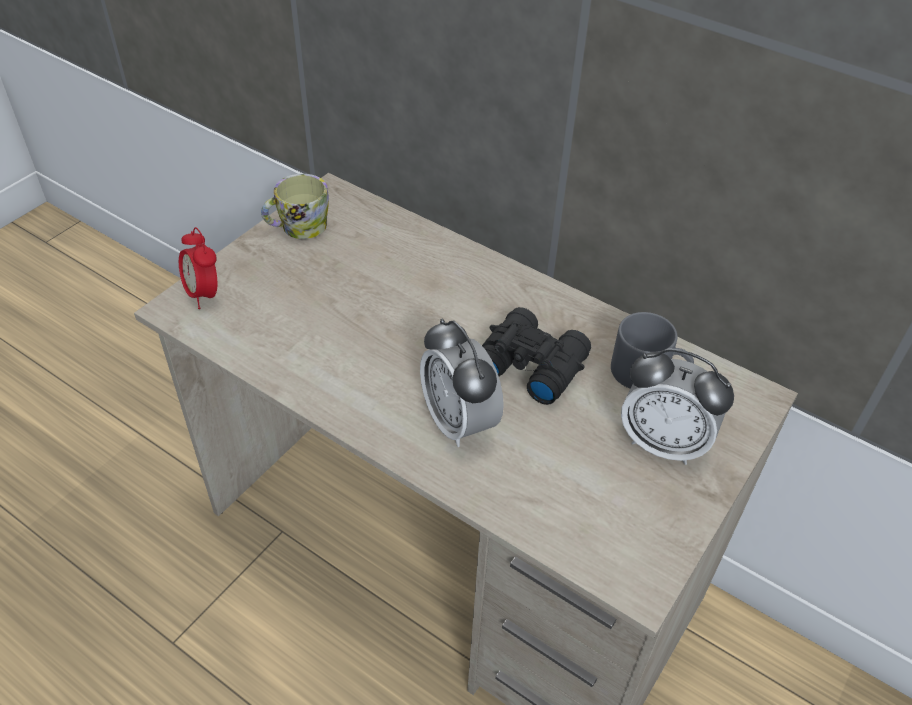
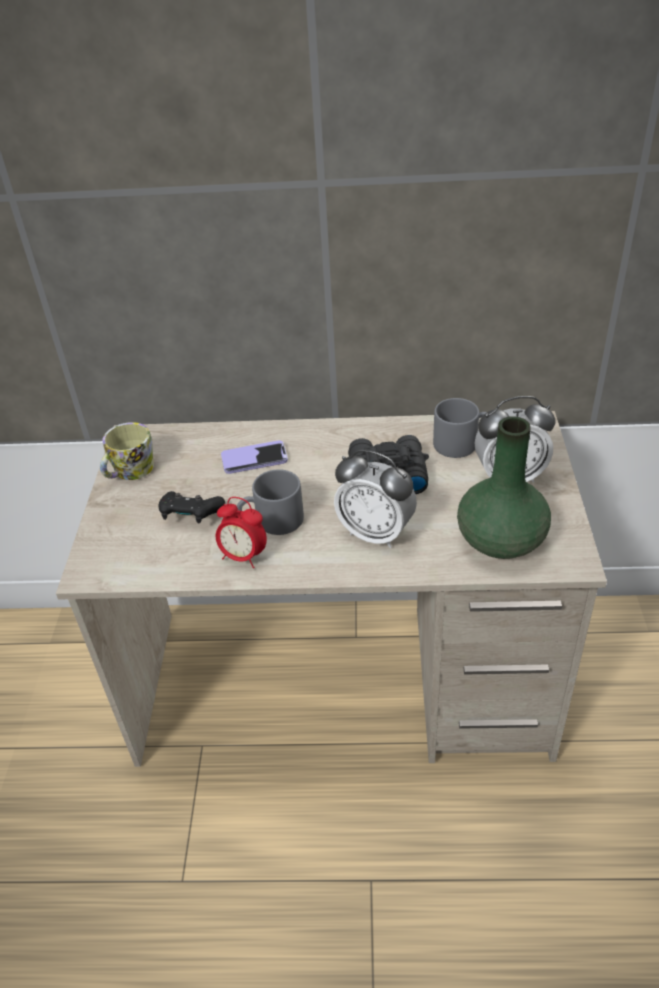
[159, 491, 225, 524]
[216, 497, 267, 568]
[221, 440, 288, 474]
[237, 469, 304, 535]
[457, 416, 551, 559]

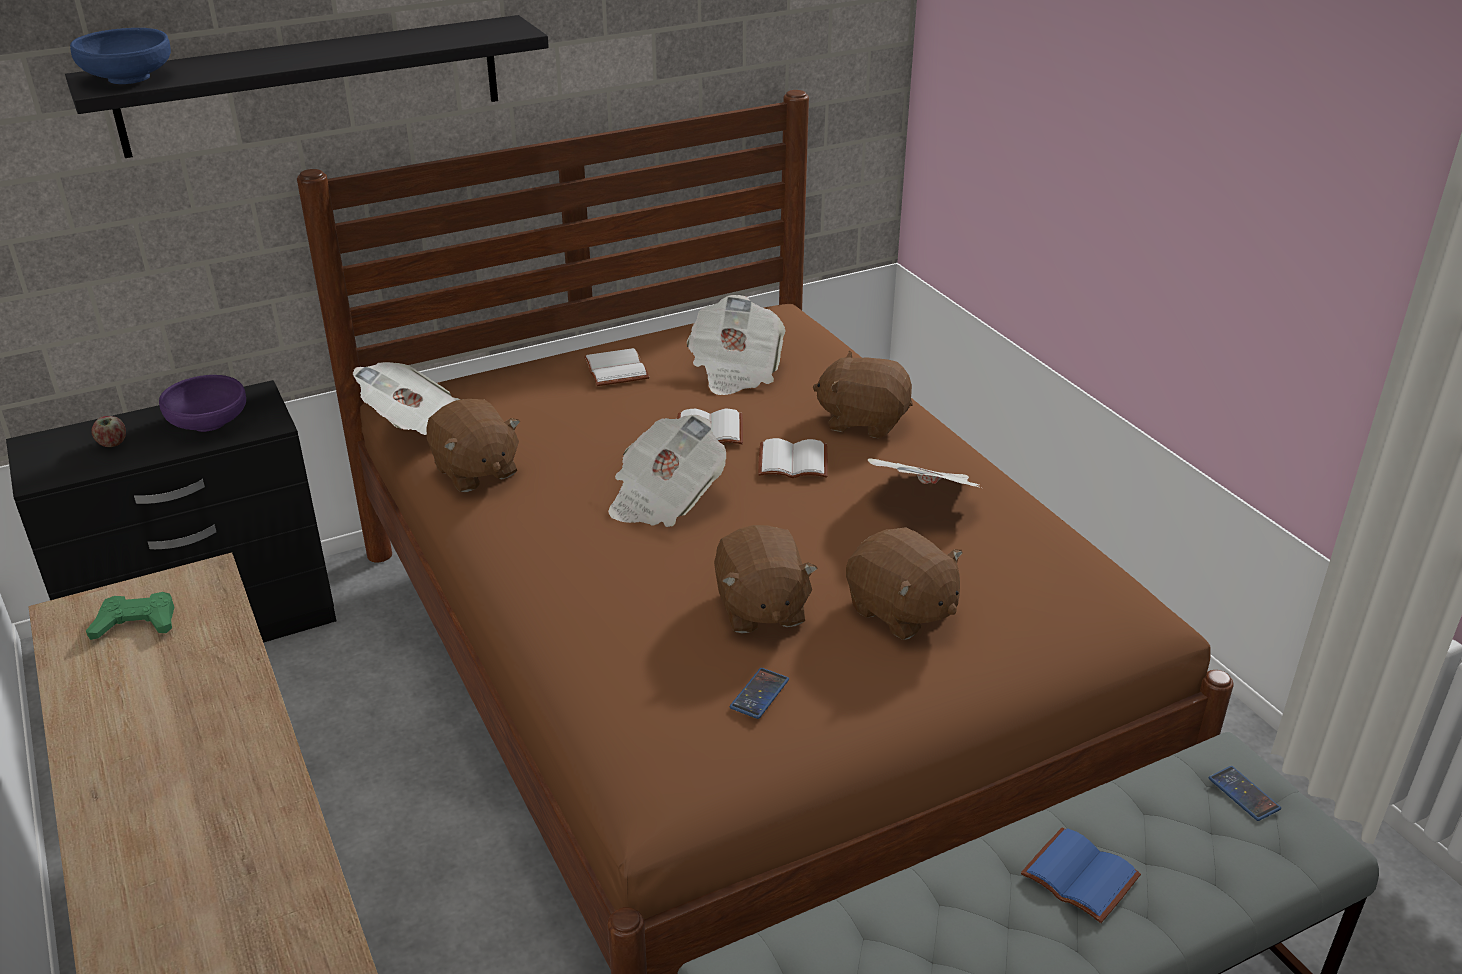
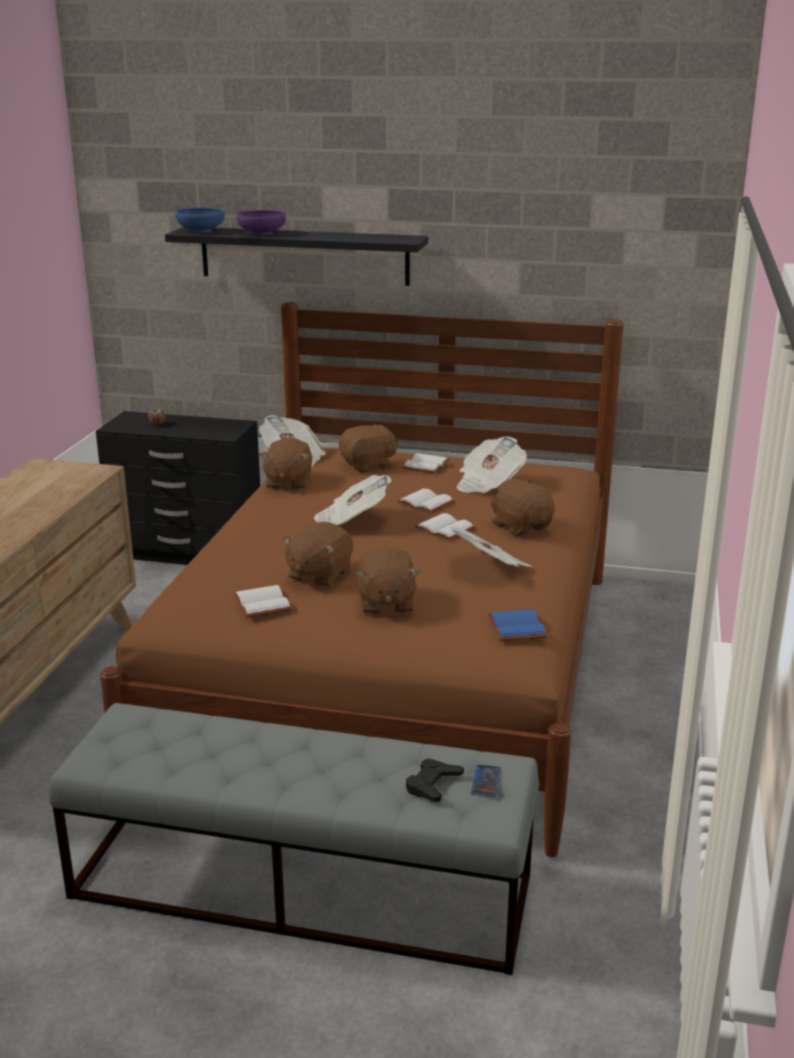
[234, 585, 292, 617]
[236, 210, 286, 236]
[339, 424, 399, 473]
[406, 758, 464, 802]
[488, 609, 548, 641]
[86, 592, 174, 640] (first image)

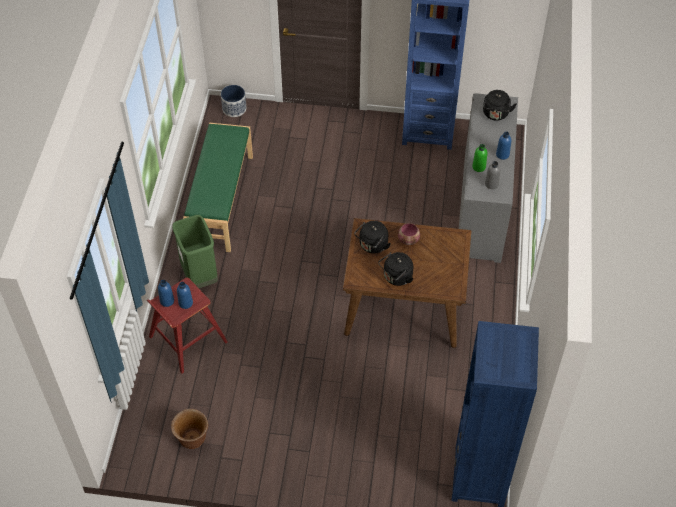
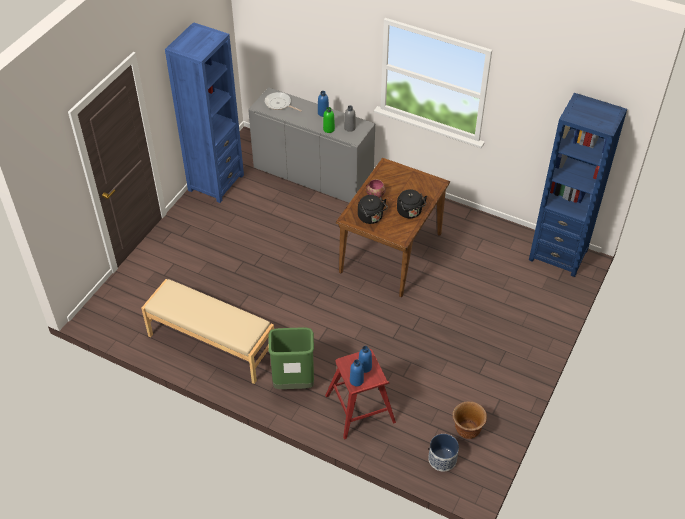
[141, 279, 274, 384]
[265, 92, 302, 111]
[428, 434, 459, 472]

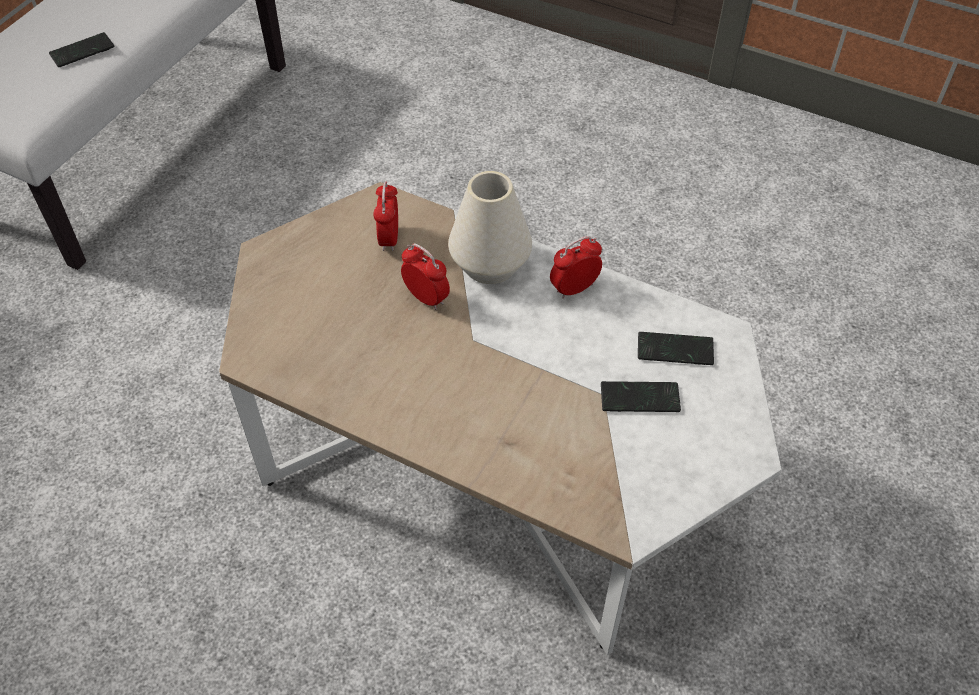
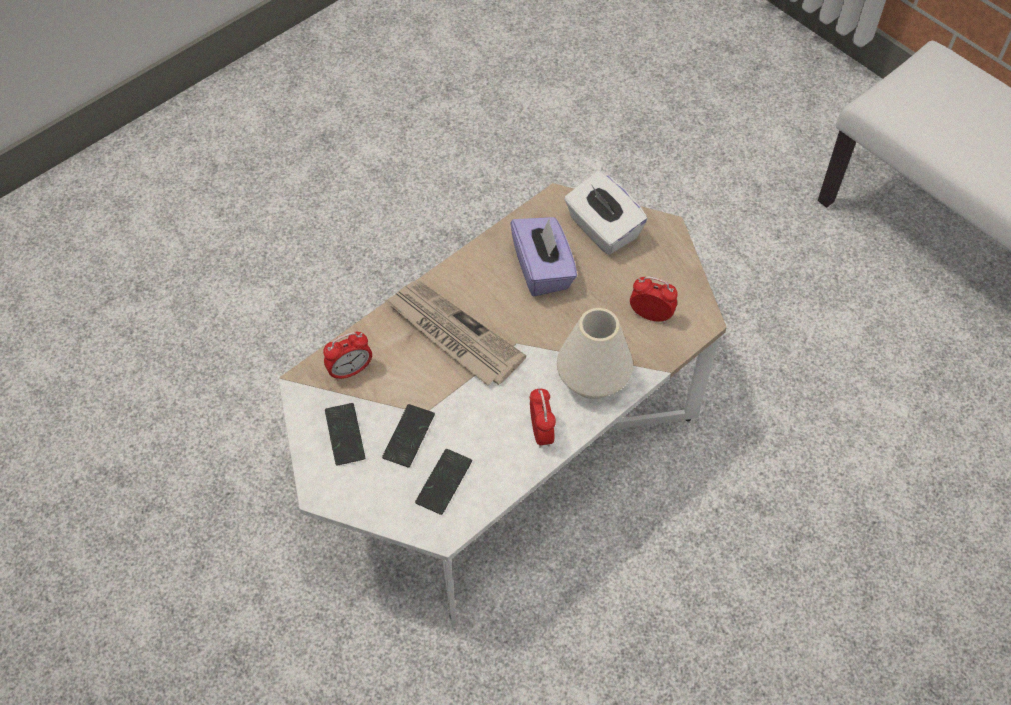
[323, 332, 372, 381]
[325, 403, 365, 466]
[385, 281, 526, 386]
[510, 217, 577, 297]
[564, 171, 648, 255]

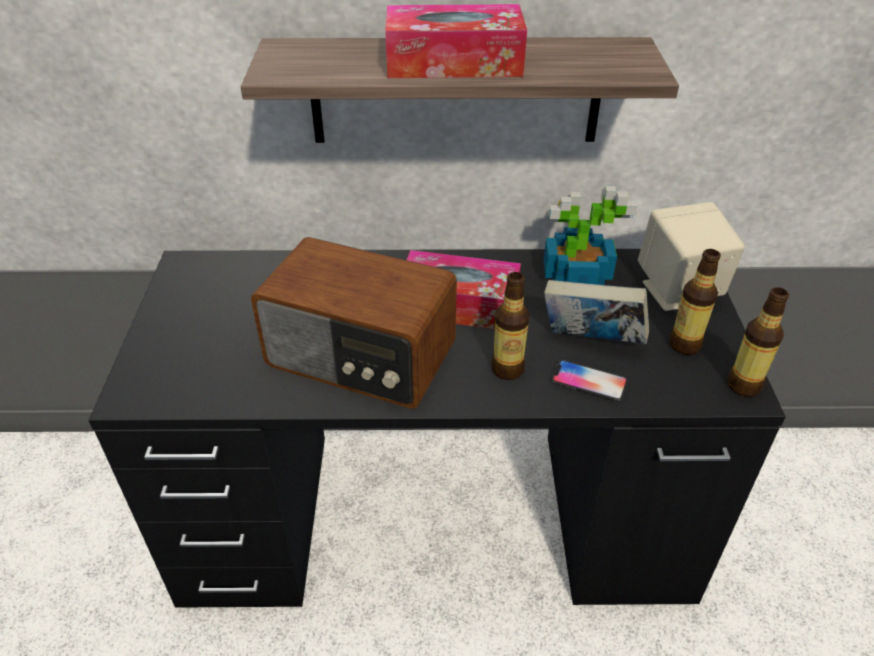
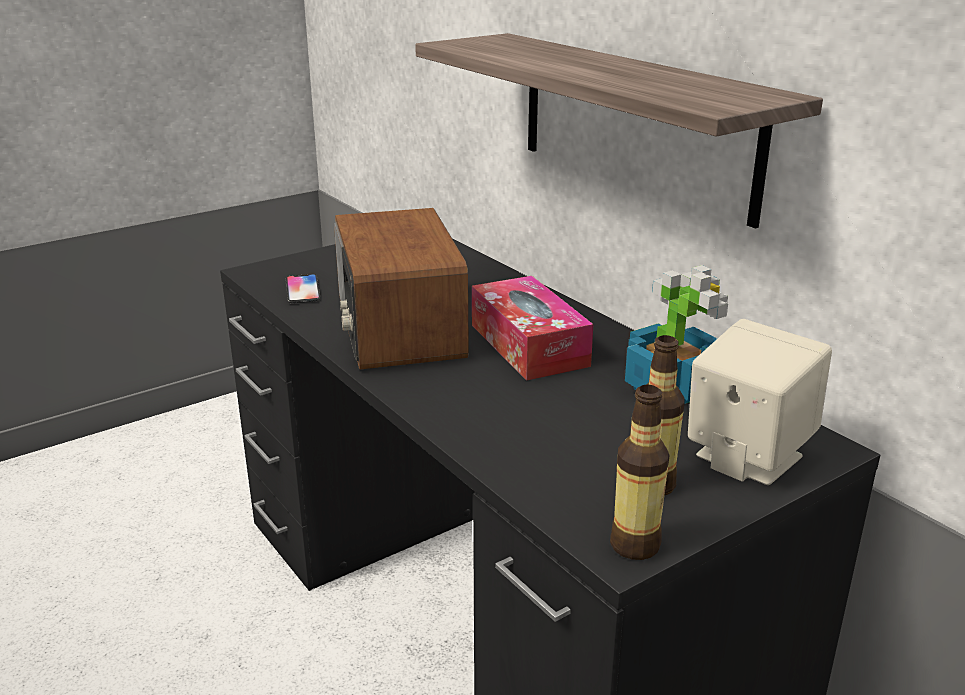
[286, 274, 321, 303]
[385, 4, 527, 78] (first image)
[491, 272, 530, 380] (first image)
[544, 280, 649, 344] (first image)

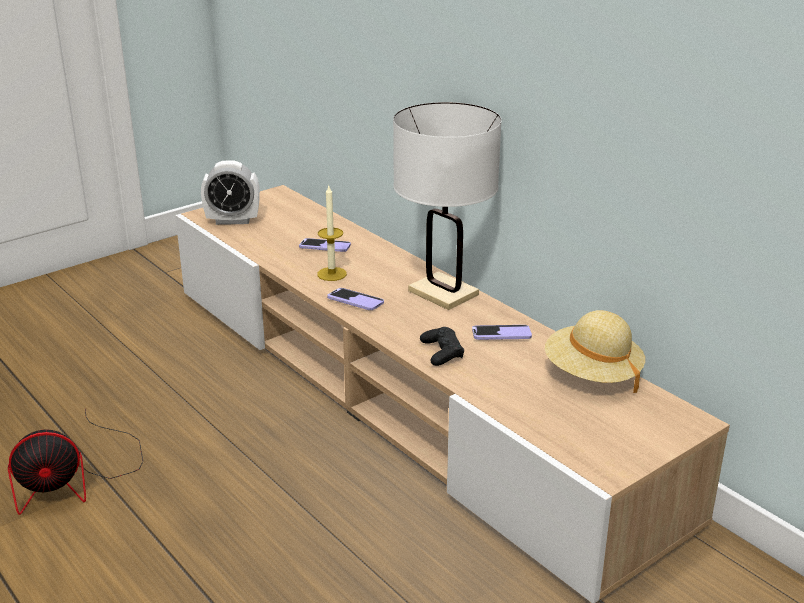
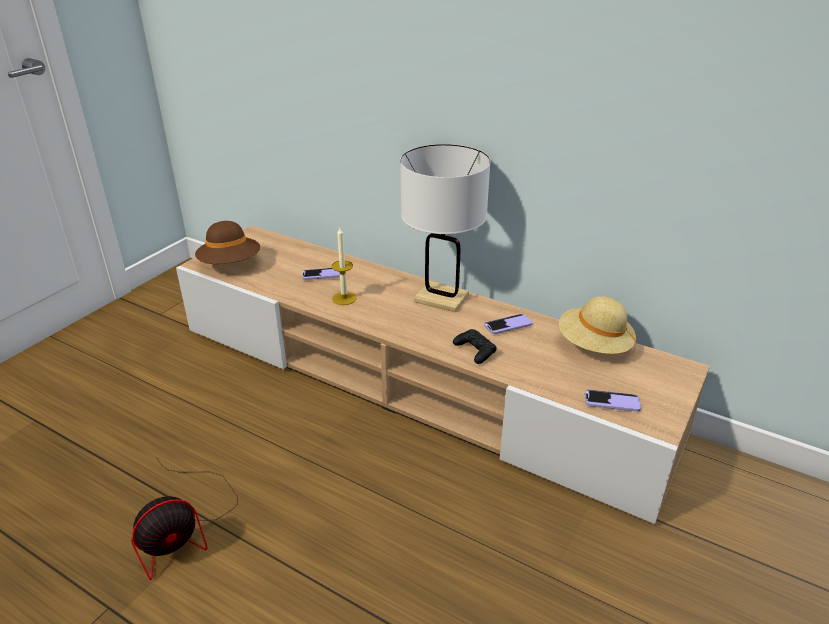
[195, 221, 260, 264]
[585, 389, 641, 412]

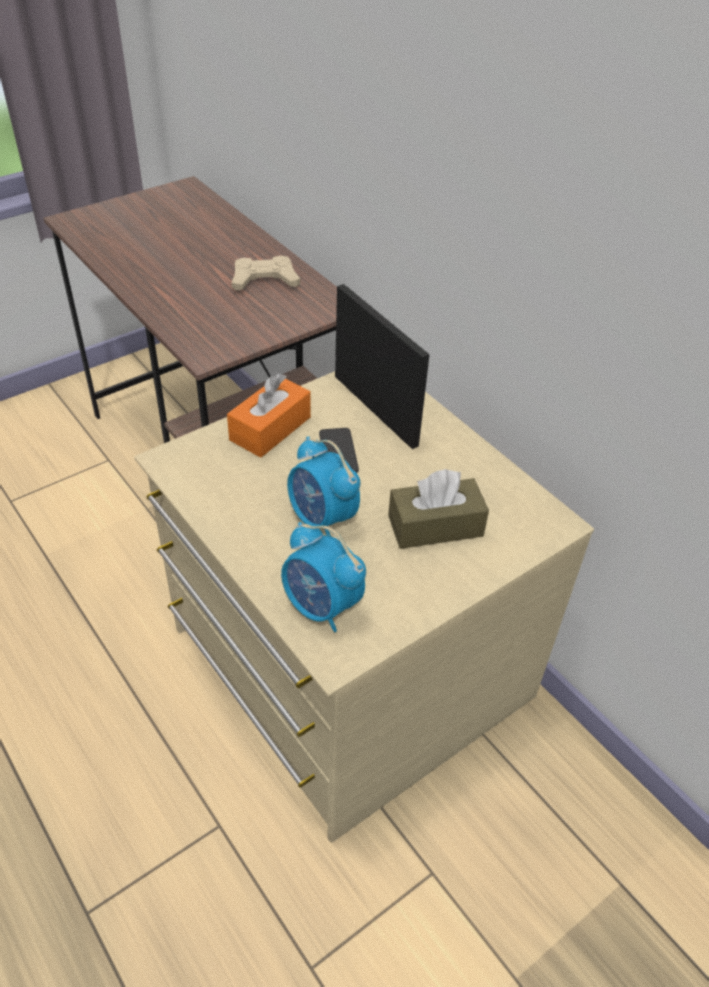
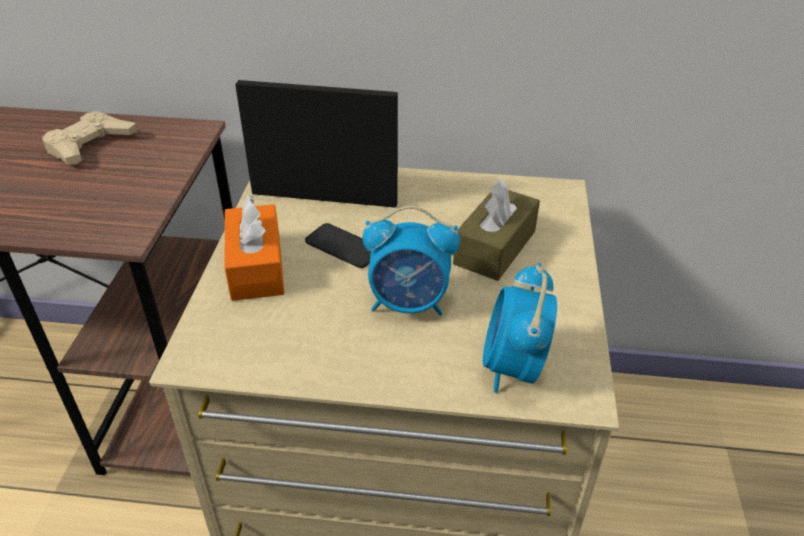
[483, 263, 557, 393]

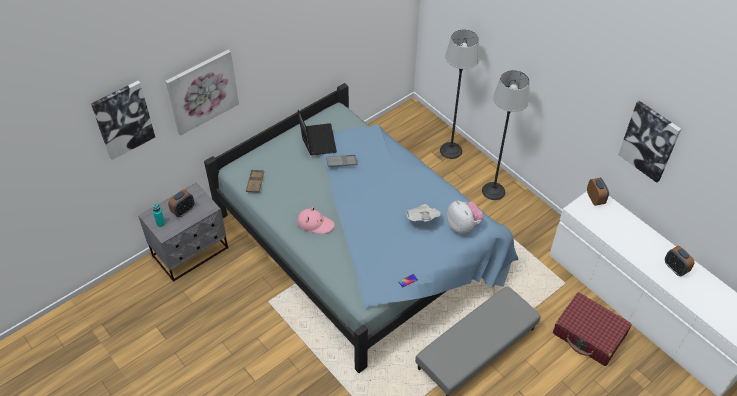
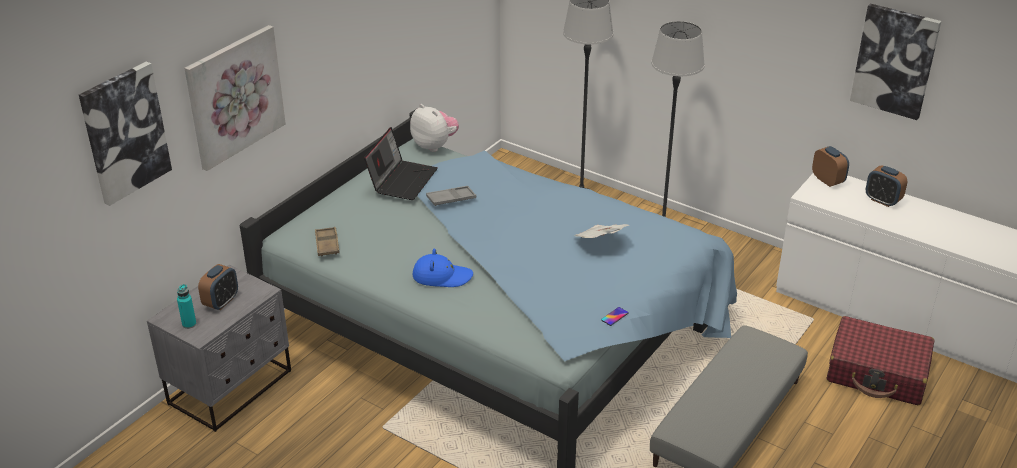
[364, 127, 437, 200]
[410, 104, 459, 152]
[413, 248, 473, 287]
[866, 165, 907, 207]

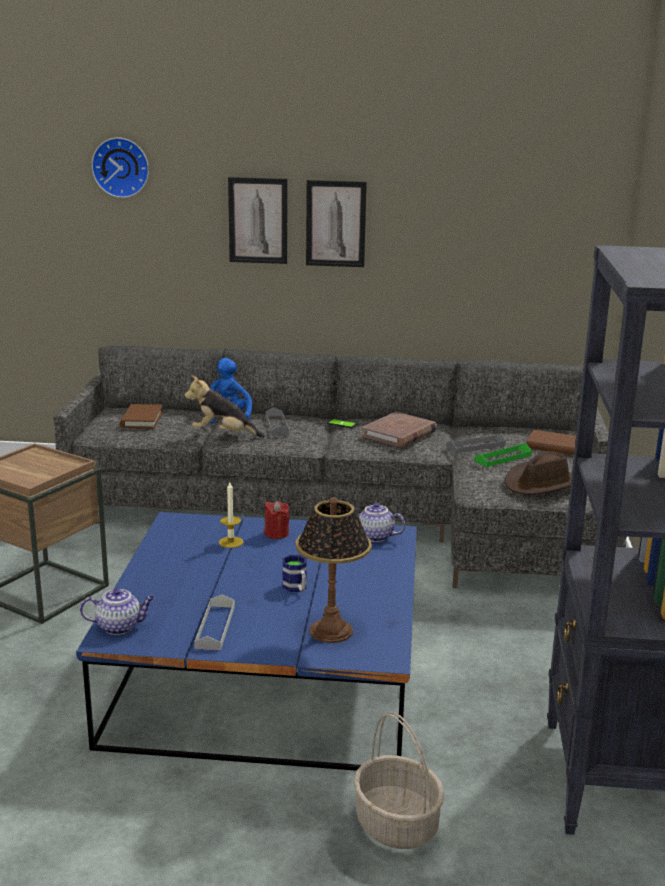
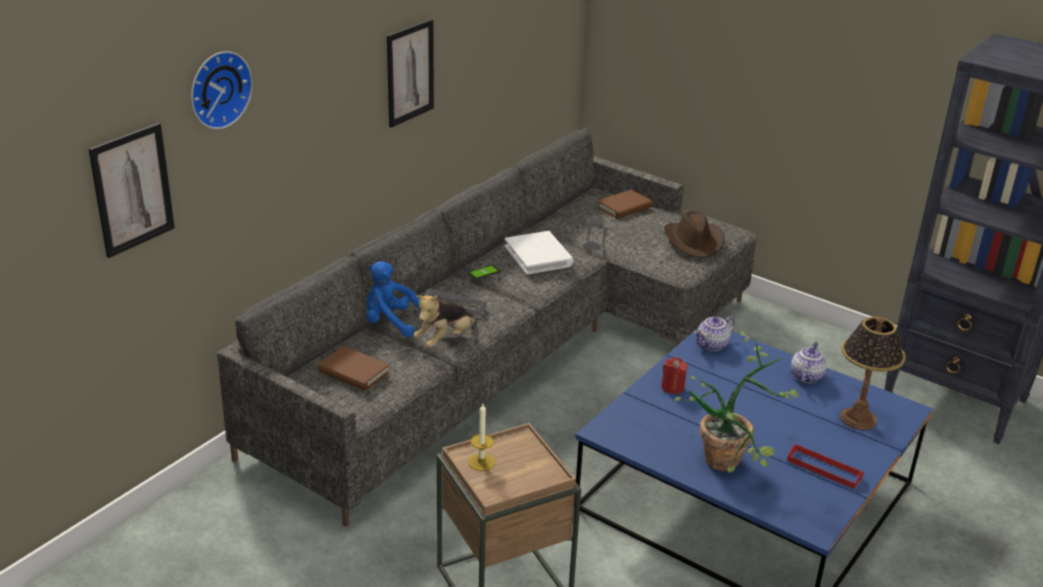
[88, 123, 175, 258]
[468, 404, 495, 471]
[504, 231, 573, 275]
[675, 331, 798, 473]
[787, 444, 864, 489]
[791, 342, 827, 383]
[282, 555, 307, 592] (first image)
[354, 712, 444, 849] (first image)
[475, 443, 532, 467] (first image)

